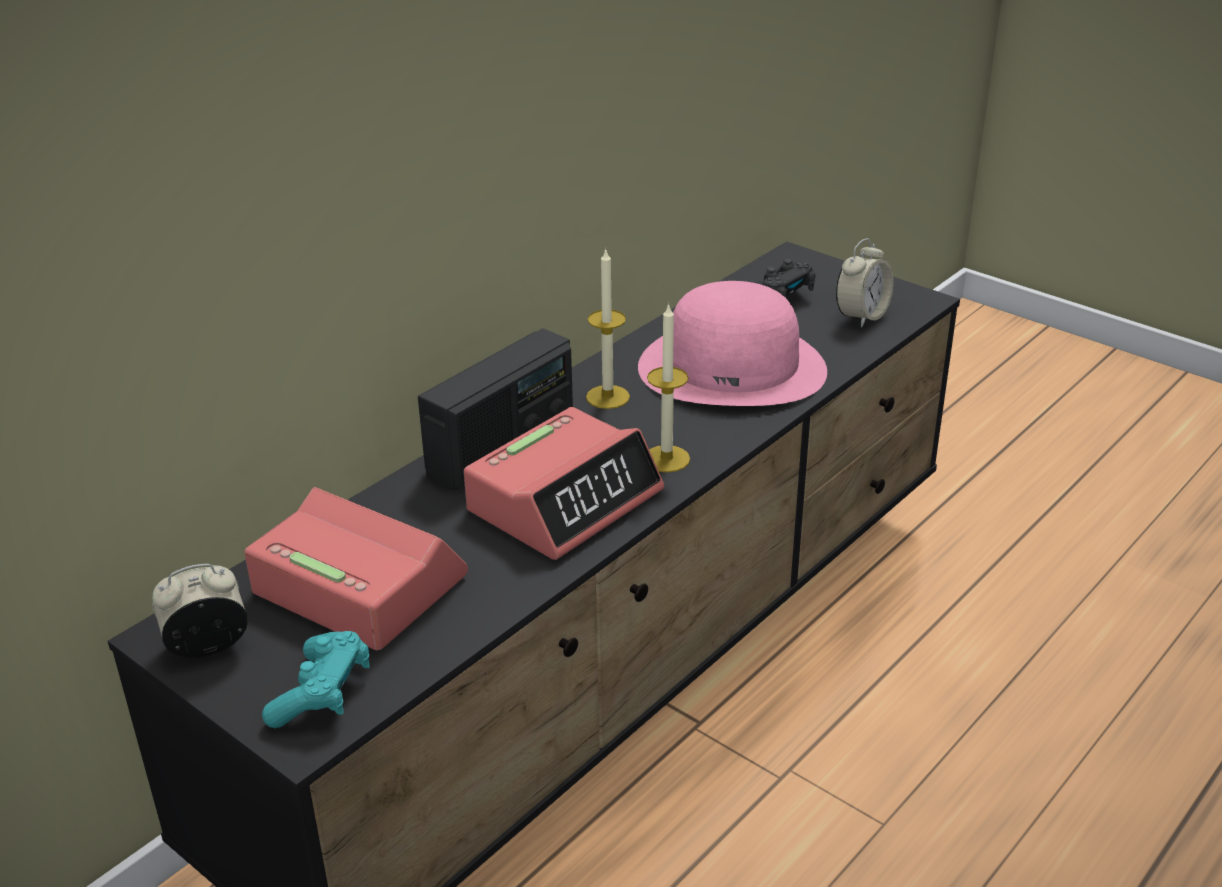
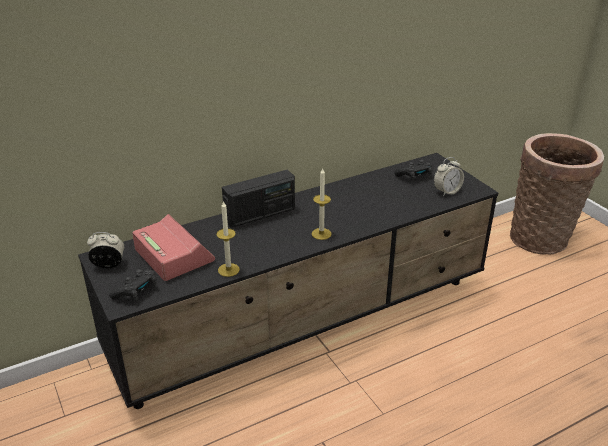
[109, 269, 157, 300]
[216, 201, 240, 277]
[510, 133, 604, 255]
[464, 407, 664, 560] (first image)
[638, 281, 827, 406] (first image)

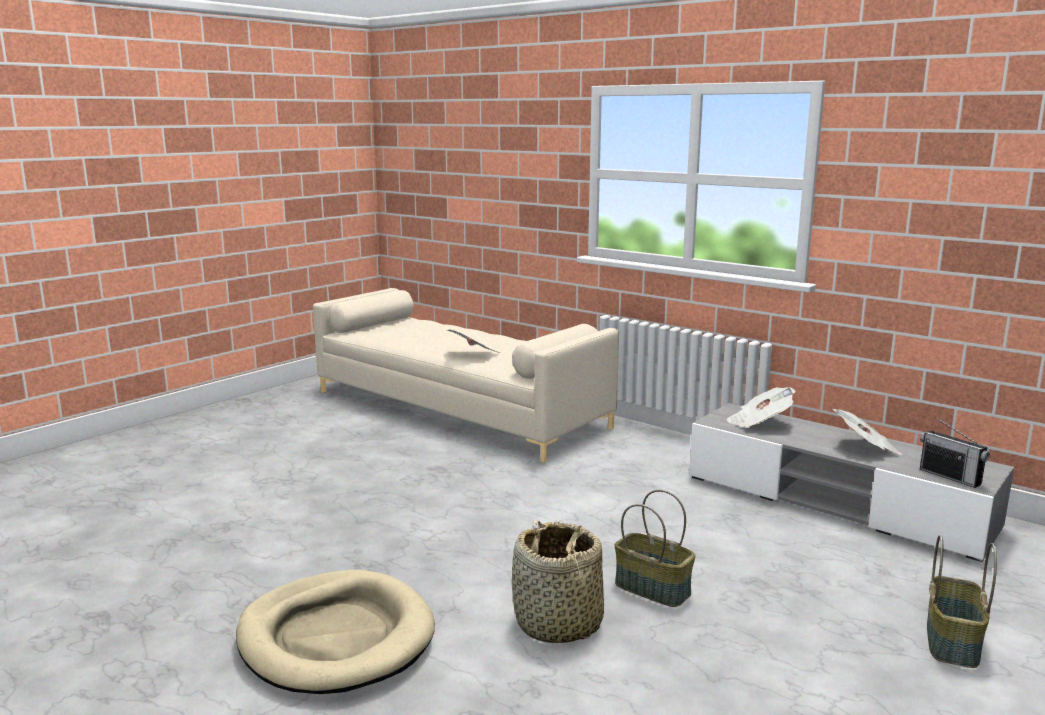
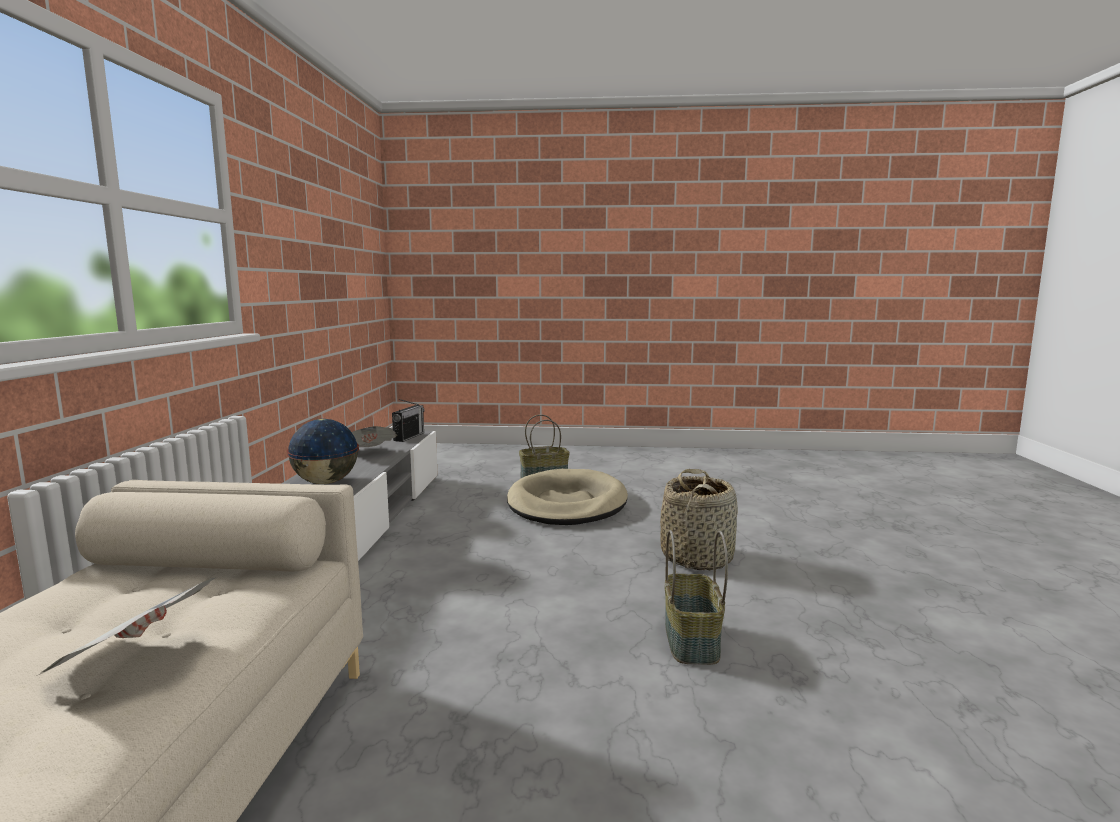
[287, 419, 359, 484]
[507, 469, 628, 525]
[665, 530, 728, 665]

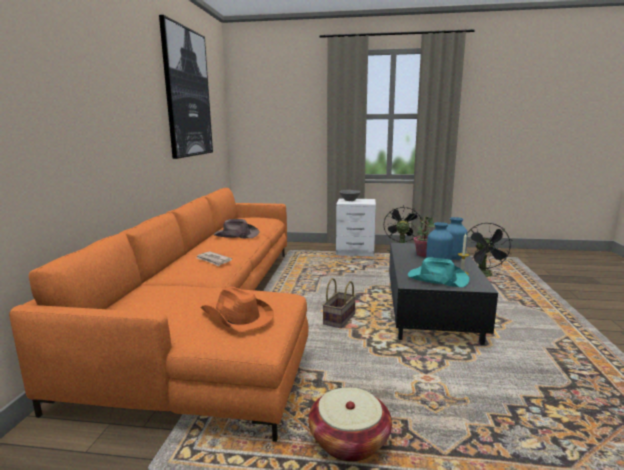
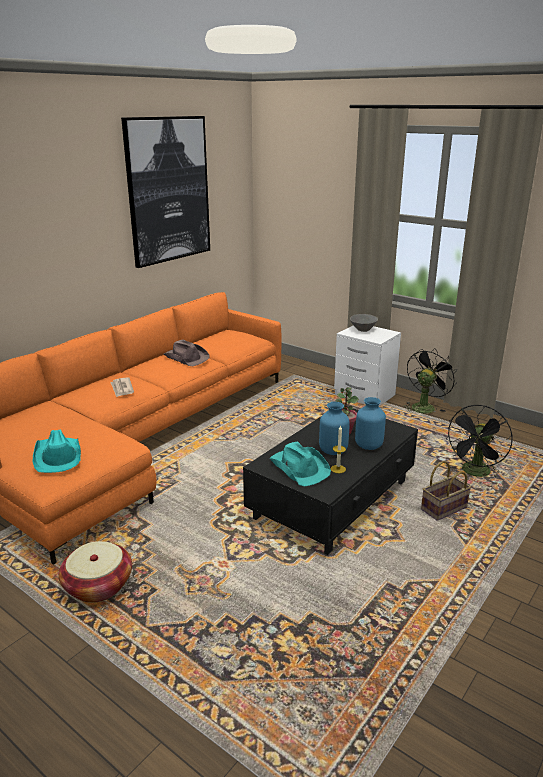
[33, 430, 81, 473]
[421, 461, 471, 521]

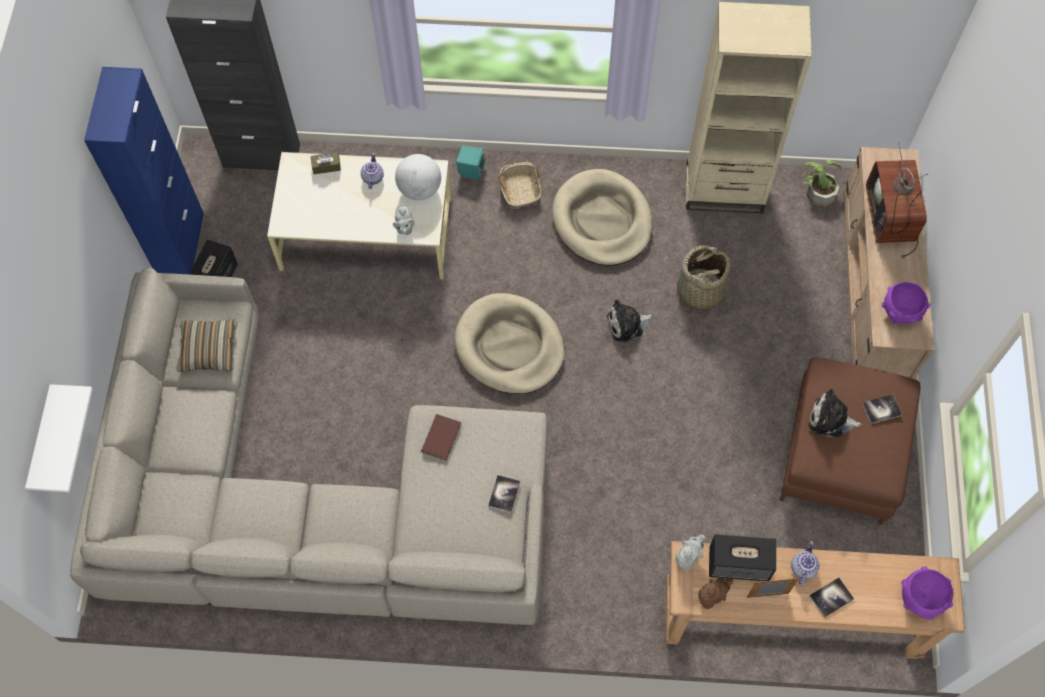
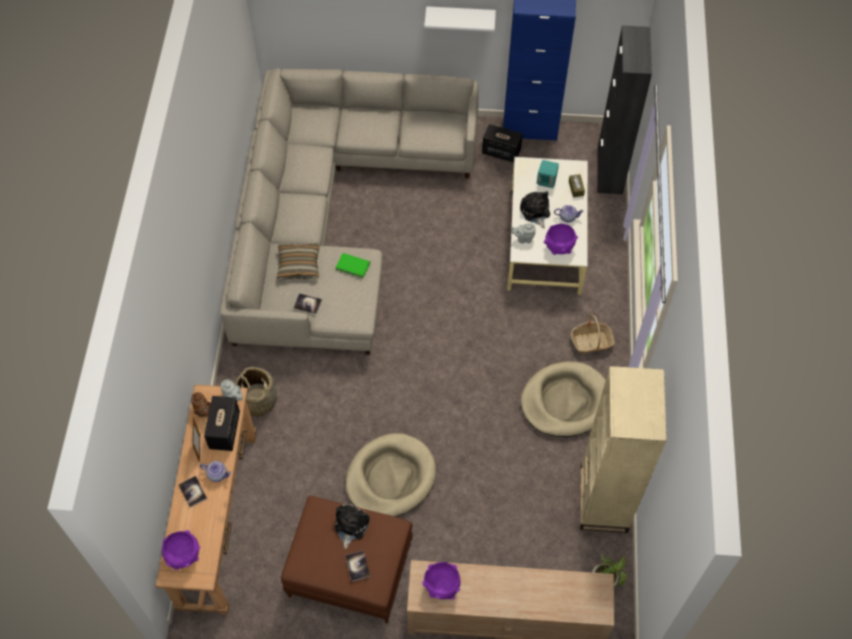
[234, 367, 277, 417]
[277, 243, 319, 280]
[335, 253, 370, 278]
[345, 433, 436, 517]
[424, 6, 496, 32]
[520, 191, 550, 228]
[537, 160, 559, 188]
[544, 224, 578, 255]
[866, 142, 928, 259] (first image)

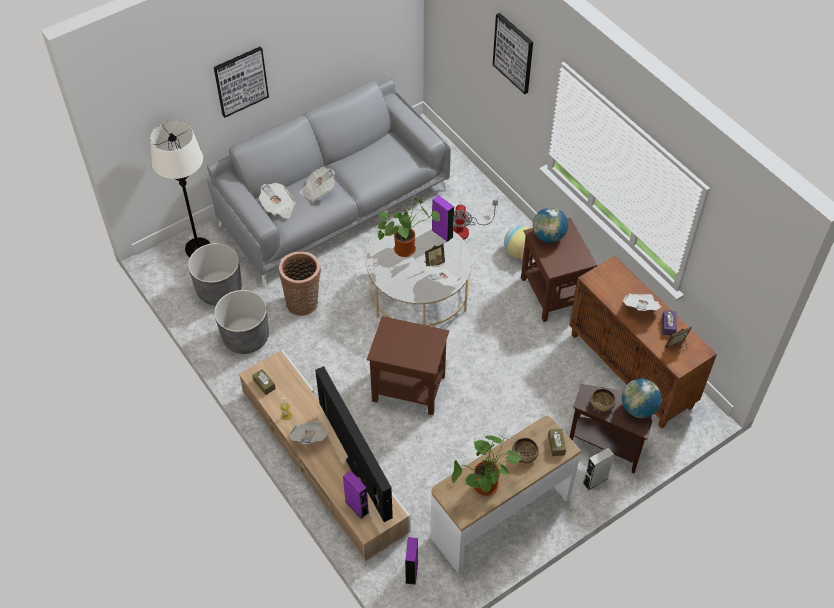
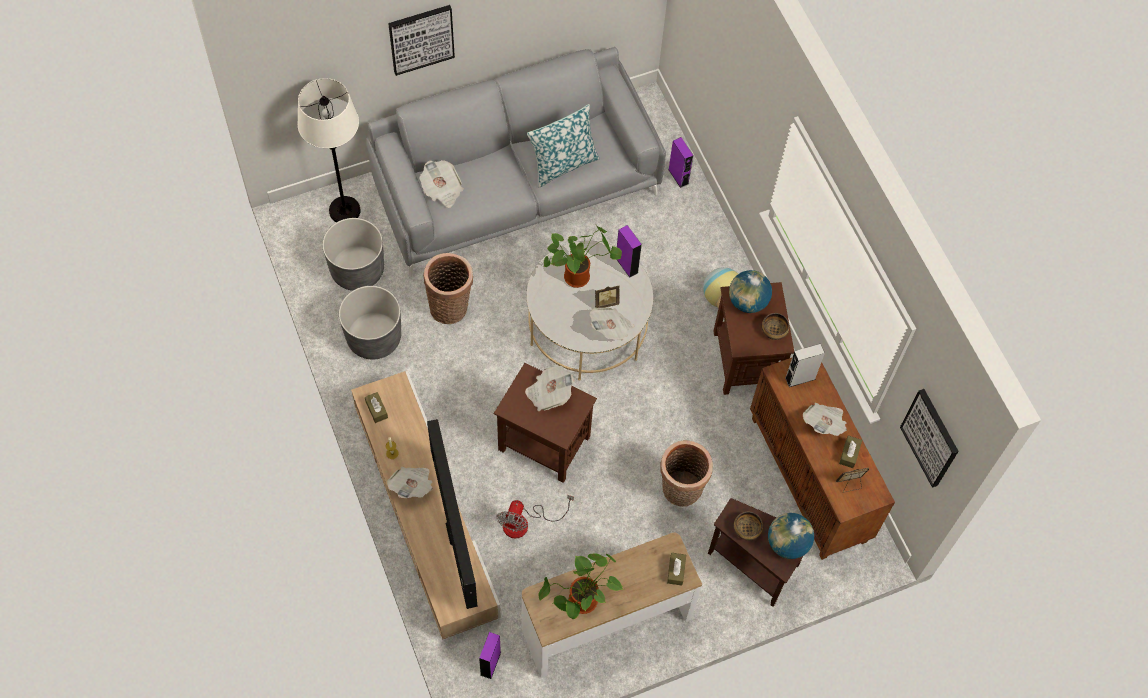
[496, 495, 574, 538]
[525, 366, 574, 411]
[527, 104, 600, 187]
[660, 440, 713, 507]
[668, 137, 693, 188]
[762, 313, 790, 340]
[785, 344, 825, 387]
[839, 435, 862, 468]
[900, 389, 959, 488]

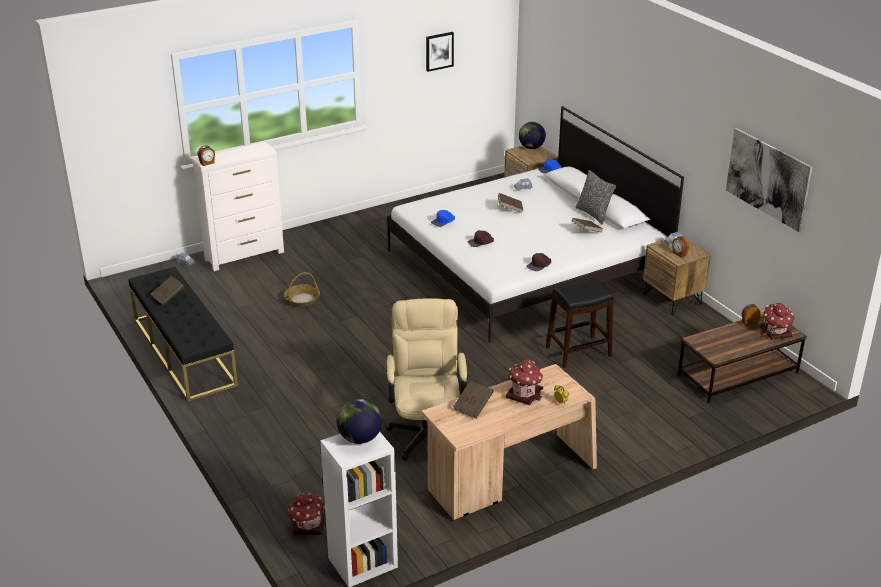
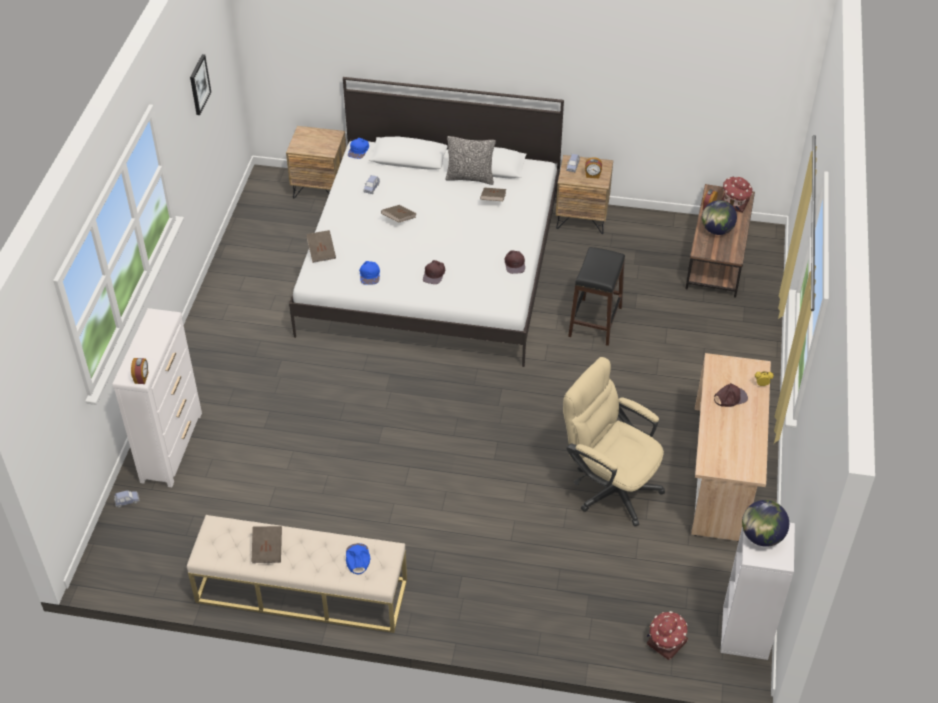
[187, 515, 407, 633]
[306, 230, 336, 263]
[346, 543, 370, 574]
[702, 200, 737, 235]
[714, 383, 748, 407]
[284, 272, 320, 307] (first image)
[726, 128, 813, 232] (first image)

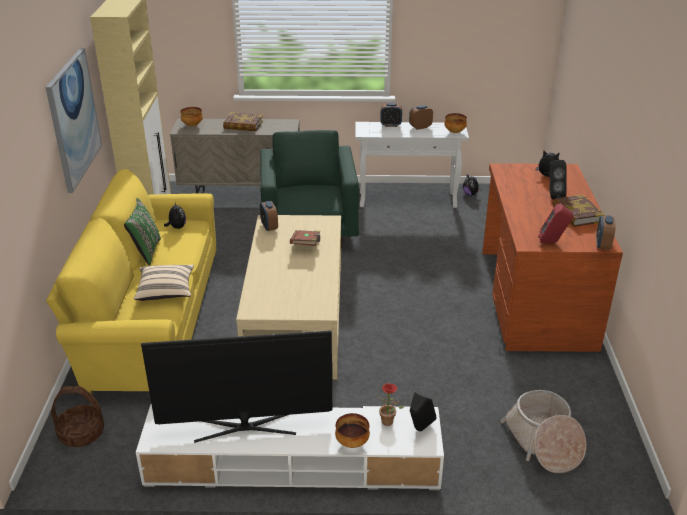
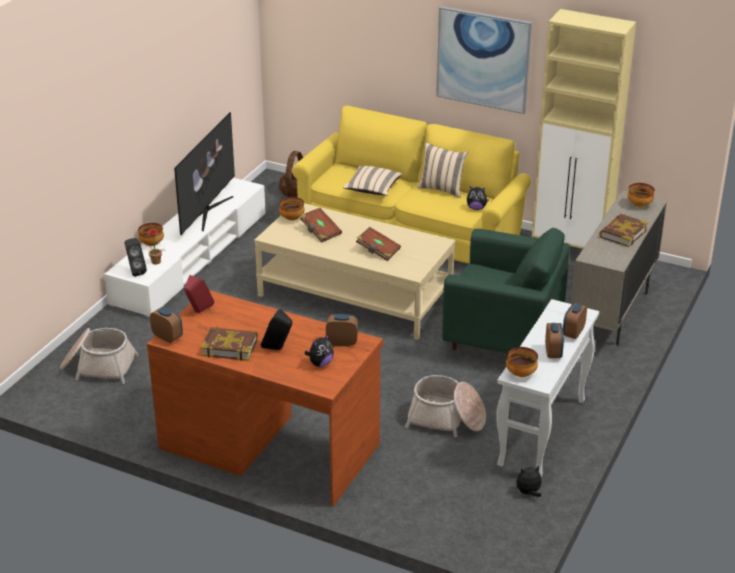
[279, 197, 305, 220]
[300, 208, 342, 243]
[326, 314, 358, 347]
[405, 375, 486, 437]
[417, 142, 468, 198]

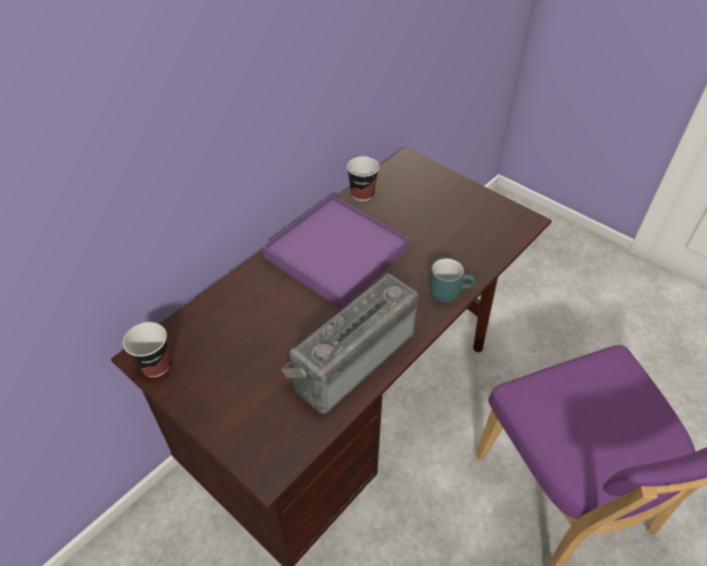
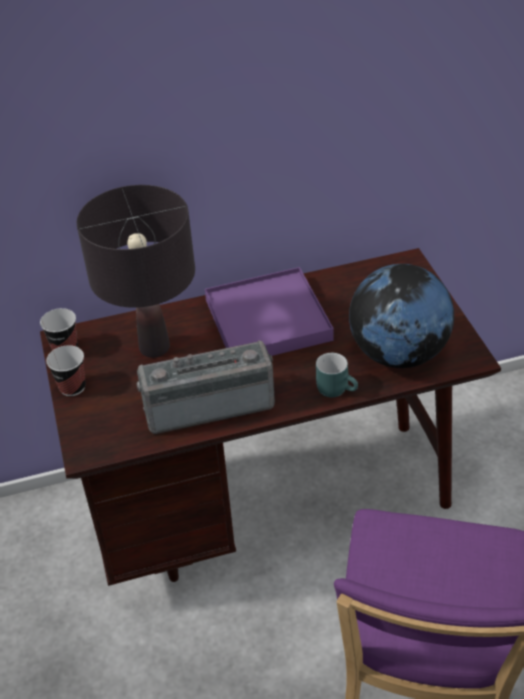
[46, 345, 86, 396]
[77, 185, 195, 358]
[349, 264, 454, 368]

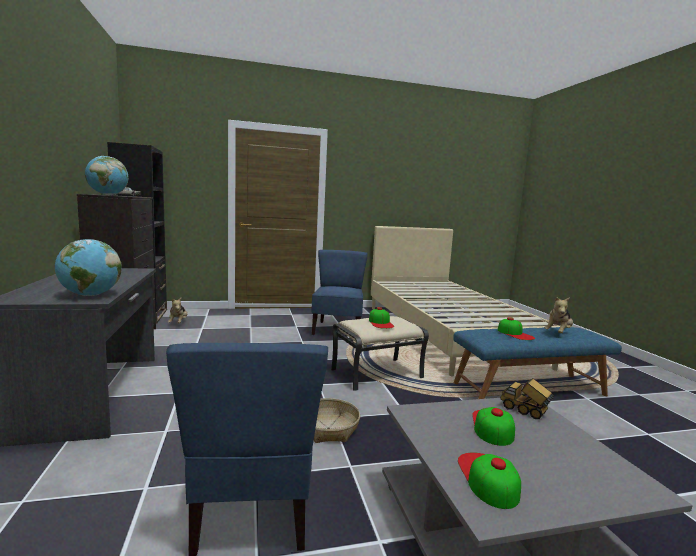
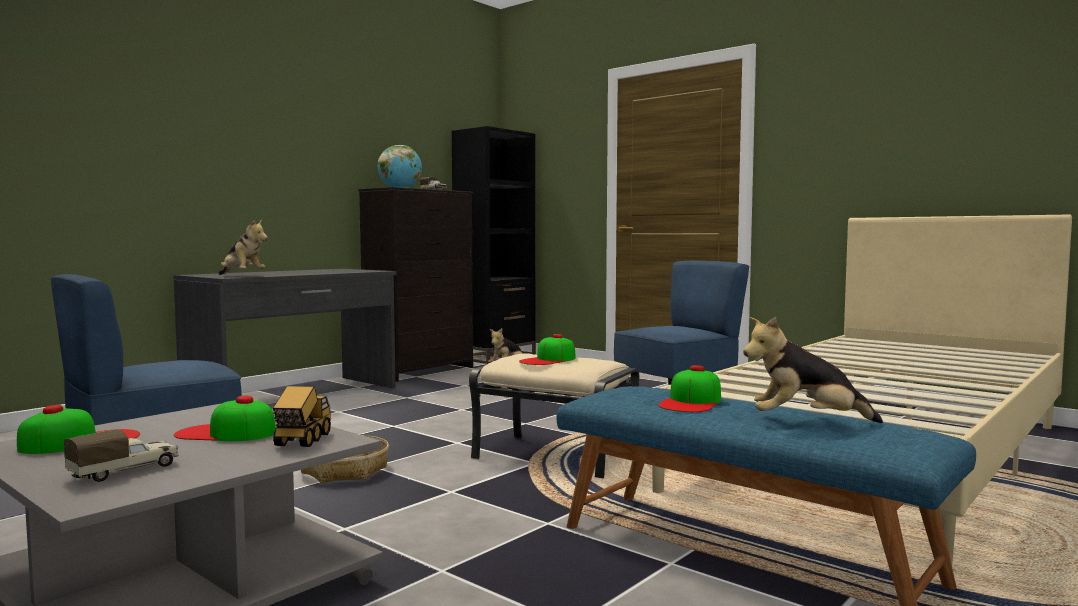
[64, 429, 179, 482]
[174, 396, 276, 441]
[219, 221, 268, 275]

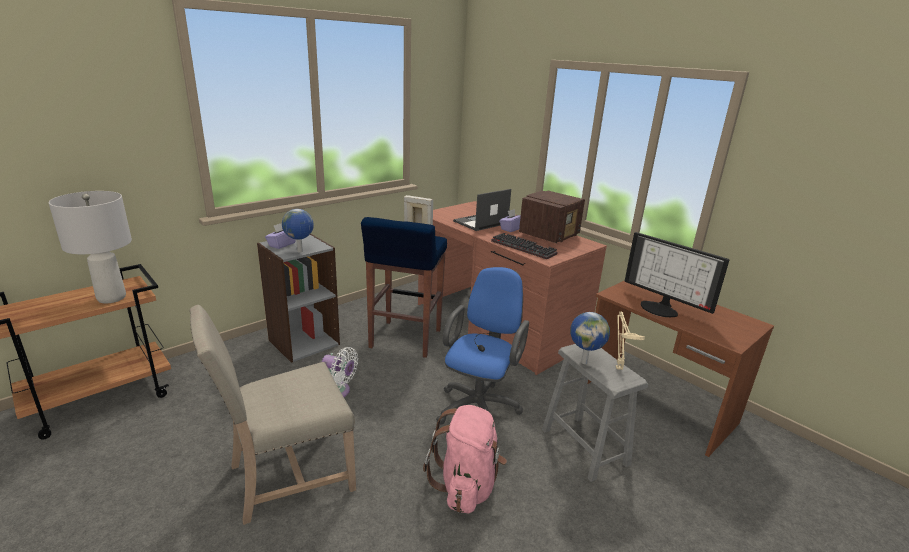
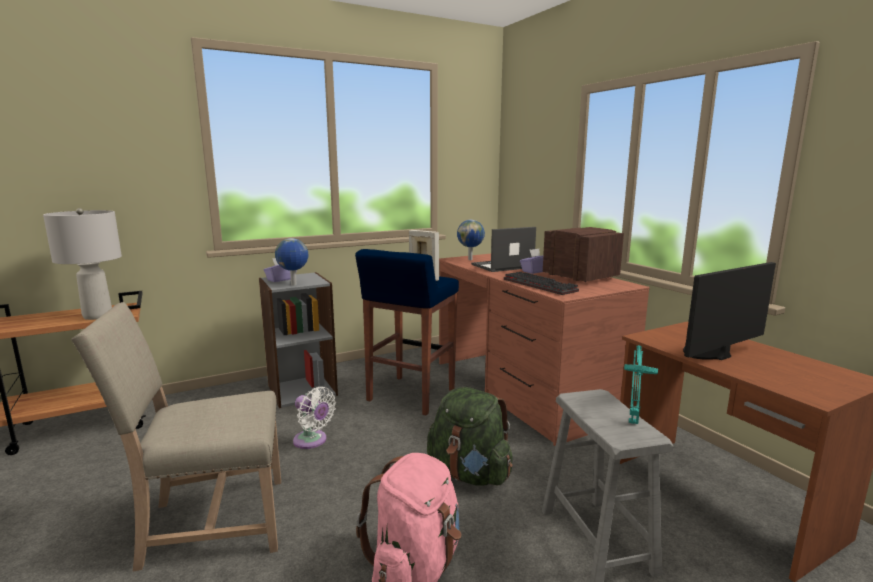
[427, 387, 513, 486]
[457, 220, 485, 260]
[543, 227, 624, 282]
[624, 345, 658, 424]
[683, 262, 776, 360]

